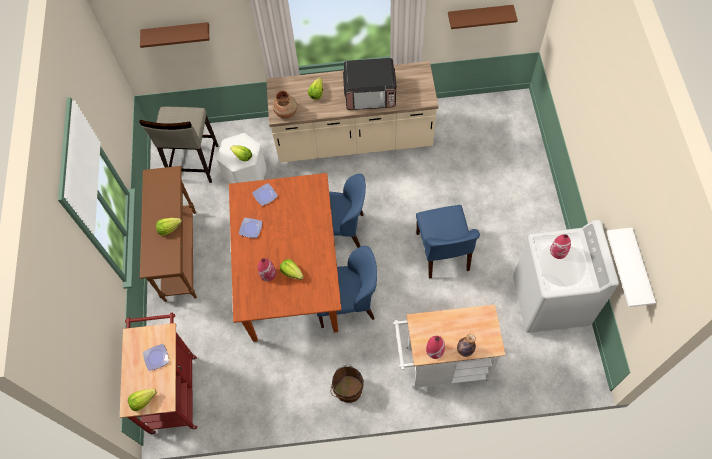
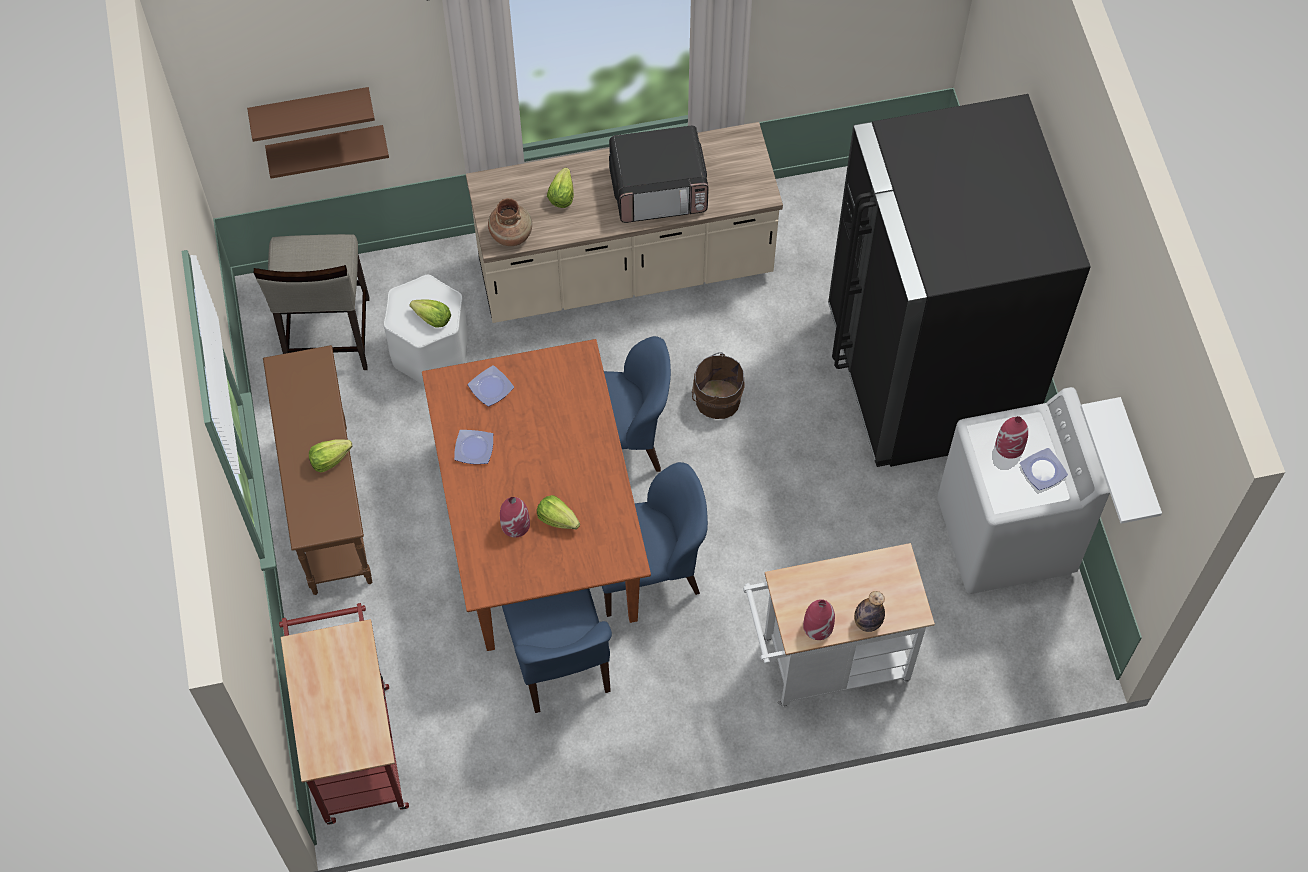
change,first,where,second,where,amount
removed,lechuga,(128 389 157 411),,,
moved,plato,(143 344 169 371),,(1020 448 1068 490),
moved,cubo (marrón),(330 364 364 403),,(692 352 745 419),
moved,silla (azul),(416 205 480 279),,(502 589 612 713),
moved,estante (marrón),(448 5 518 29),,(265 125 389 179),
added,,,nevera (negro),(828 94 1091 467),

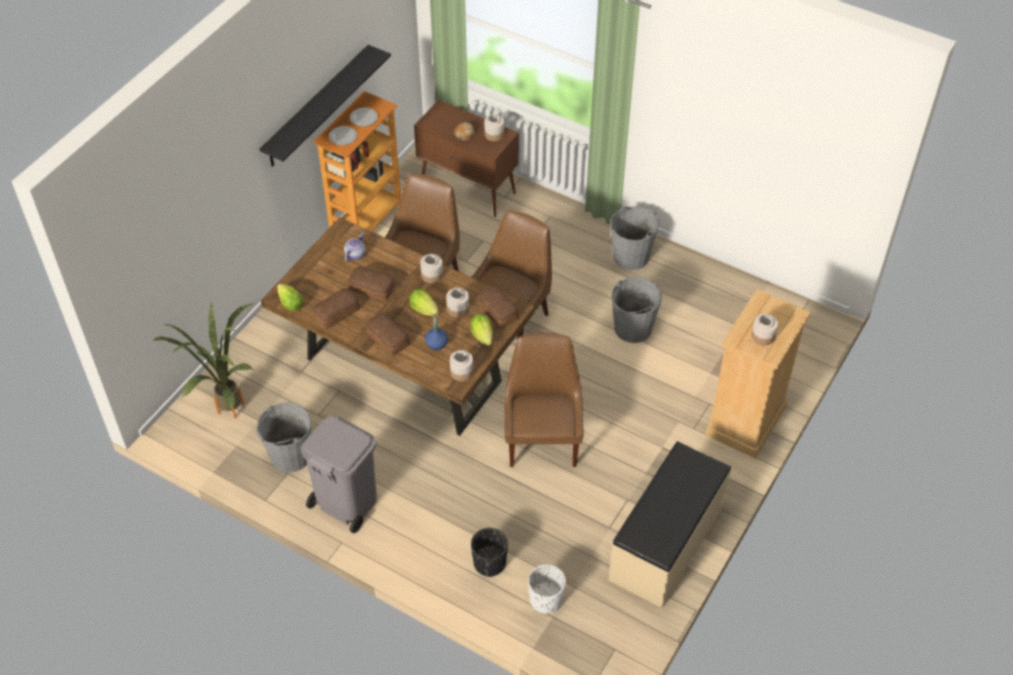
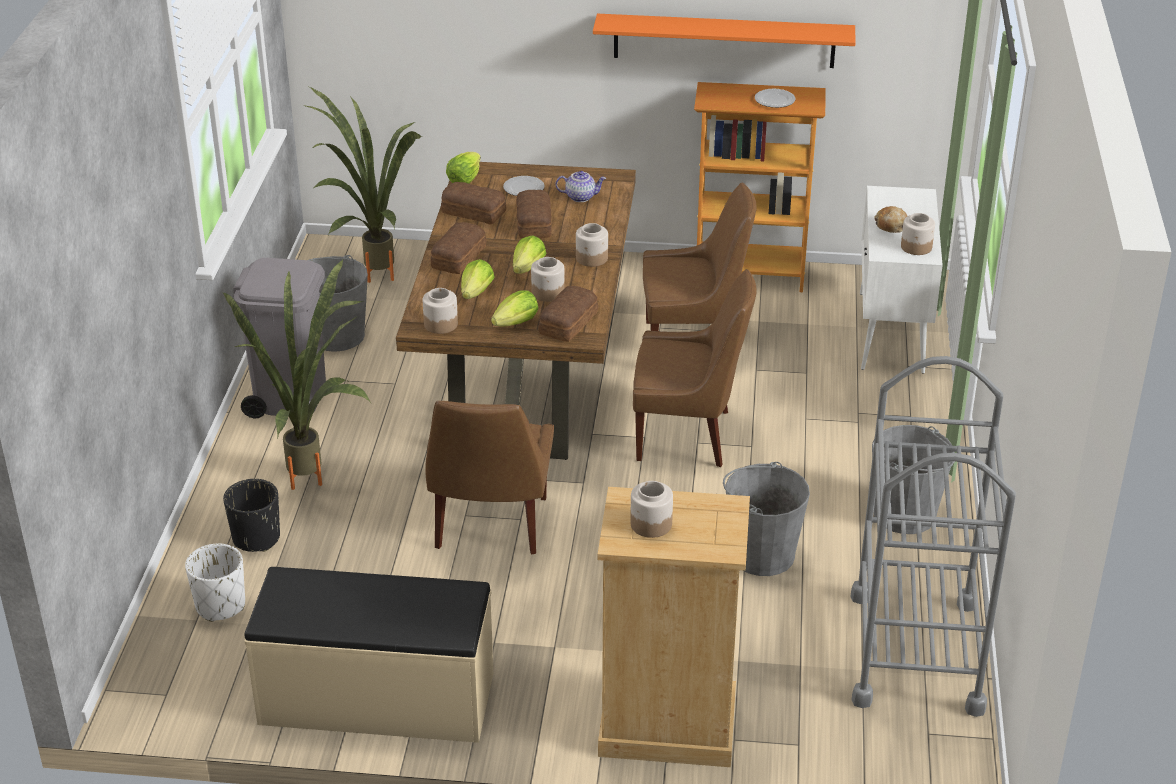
change,first,where,second,where,amount
recoloured,estante (negro),(259 45 391 167),estante (naranja),(593 14 856 68),
moved,plato,(329 126 357 145),,(503 176 545 196),
recoloured,armario (marrón),(414 100 519 217),armario (blanco),(860 186 943 374),
replaced,botella (azul),(425 314 448 350),lechuga,(461 259 495 299),
turned,silla (marrón),(504 333 584 467),,(425 401 554 554),120 degrees clockwise
added,,,planta en maceta,(223 259 371 490),
added,,,carrito (gris),(851 356 1016 717),

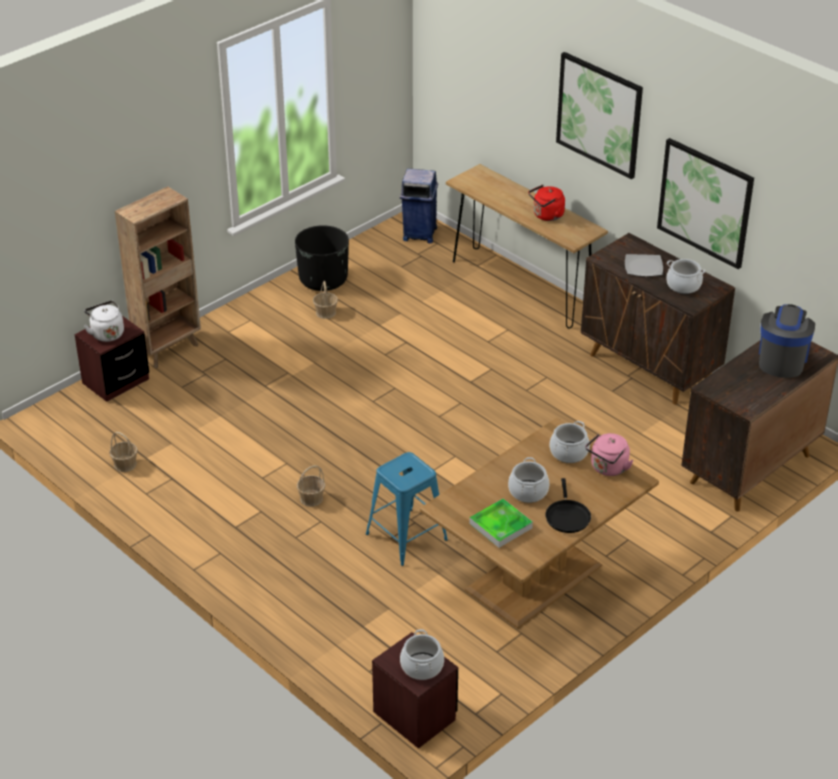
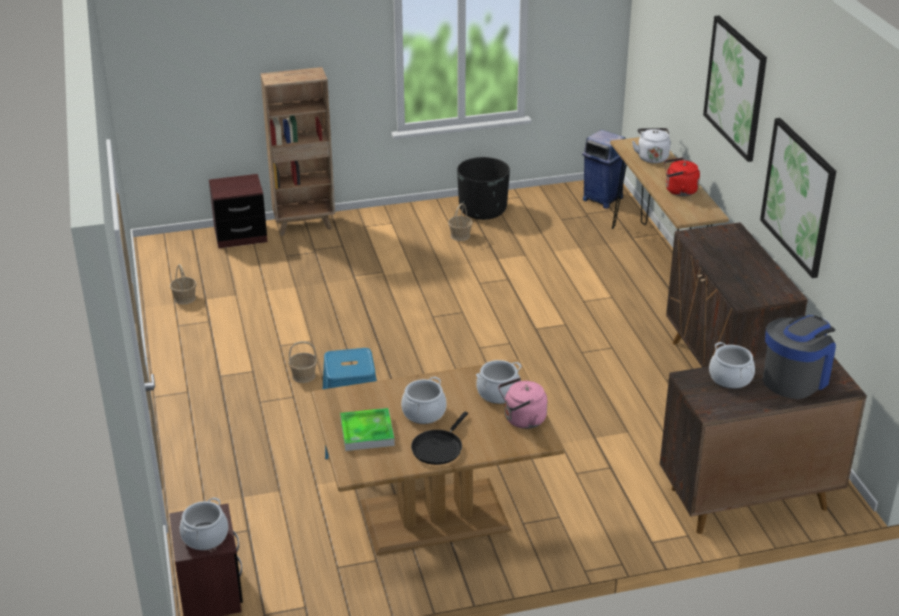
change,first,where,second,where,amount
moved,hervidor (blanco),(84 301 124 342),,(632 128 671 163),
removed,plato,(625 254 663 277),,,
moved,olla,(666 259 705 294),,(709 342 755 389),

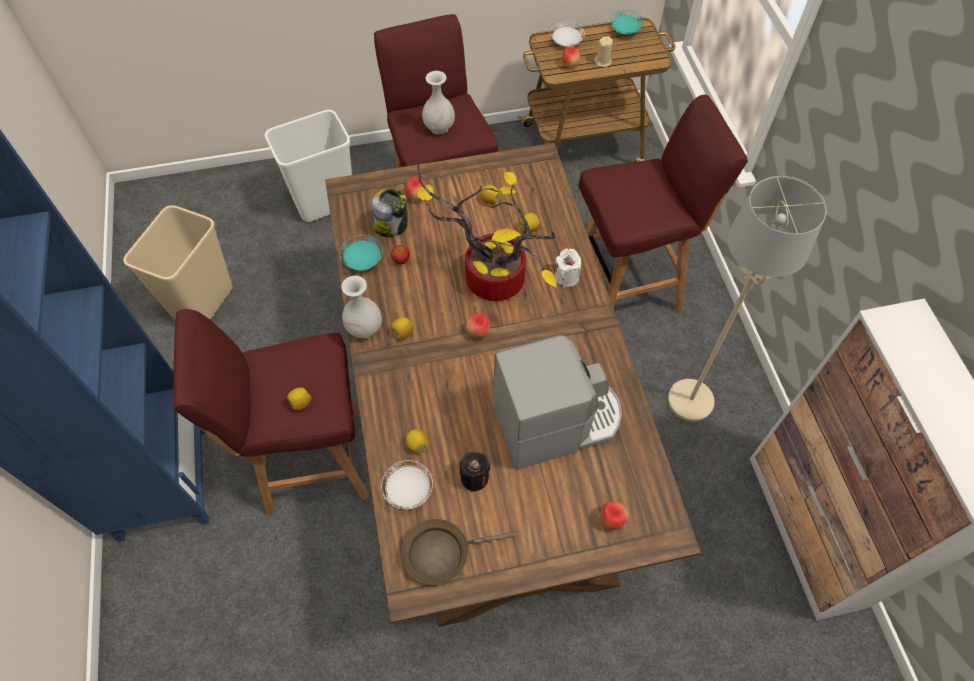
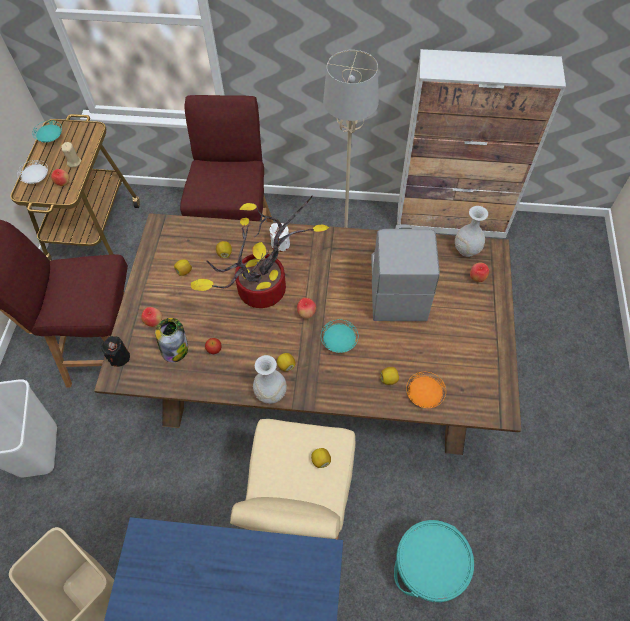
change,first,where,second,where,amount
recoloured,taburete (rojo),(173 309 369 516),taburete (beis),(230 419 355 539),
moved,plato (turquesa),(340 235 383 271),,(321 319 358 353),
recoloured,plato (blanco),(381 460 433 509),plato (naranja),(406 372 446 408),
removed,sartén (marrón),(402 519 517 585),,,
moved,florero (blanco),(422 71 455 135),,(455 206 488 257),
moved,vela (negro),(460 452 491 492),,(101 336 130 367),
added,,,cubo (turquesa),(394 520 474 602),

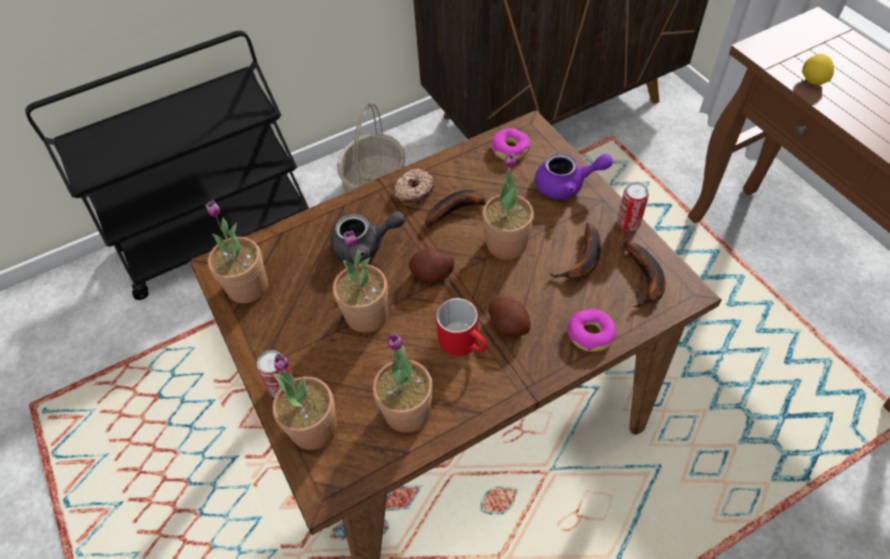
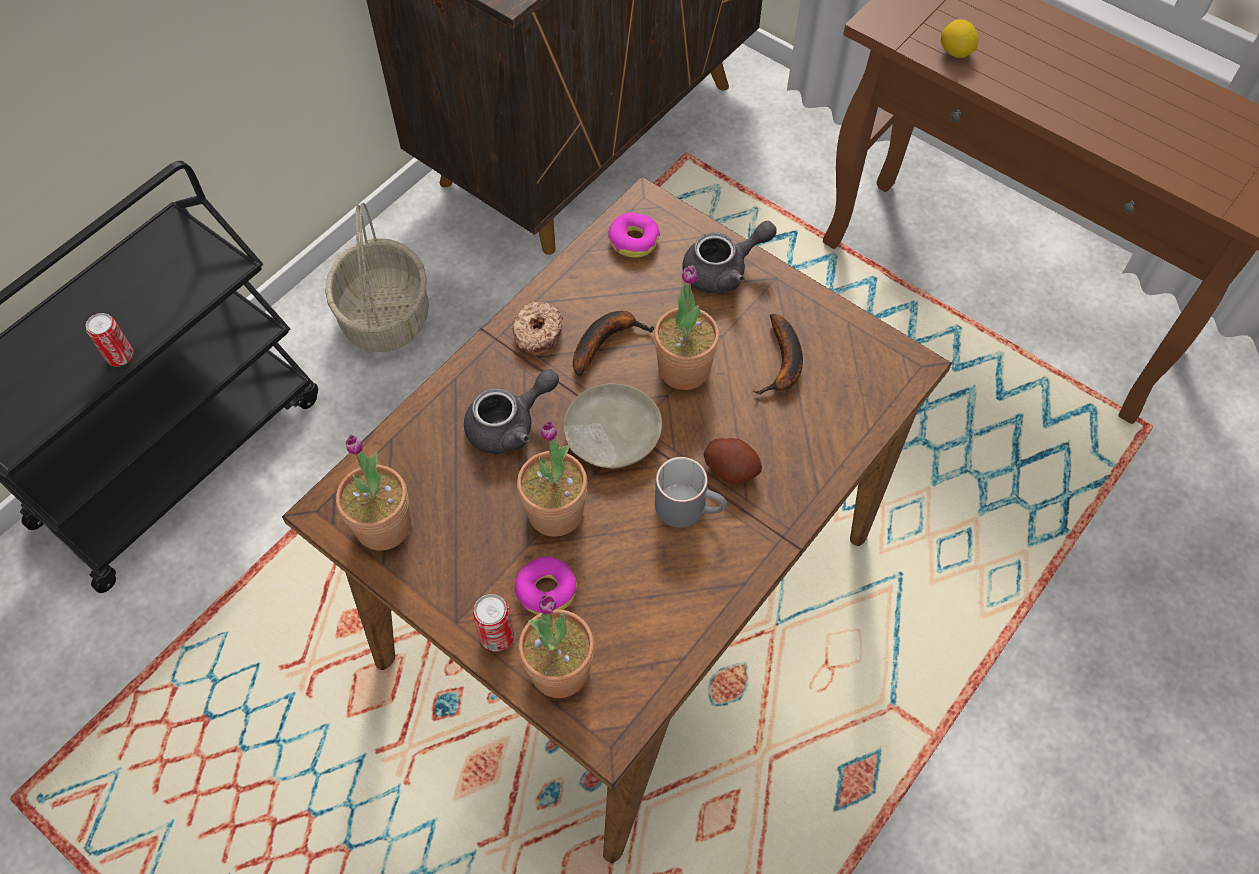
change,first,where,second,where,amount
removed,planta en maceta,(373 333 433 433),,,
replaced,patata,(409 248 454 282),plato (beis),(563 383 662 469),
recoloured,taza grande (rojo),(436 298 487 356),taza grande (gris),(655 457 727 528),
recoloured,tetera (morado),(535 153 613 200),tetera (gris),(682 221 777 293),
moved,rosquilla,(567 309 616 352),,(515 557 577 614),
moved,lata,(617 182 649 231),,(86 313 134 366),
removed,plátano,(624 242 666 308),,,

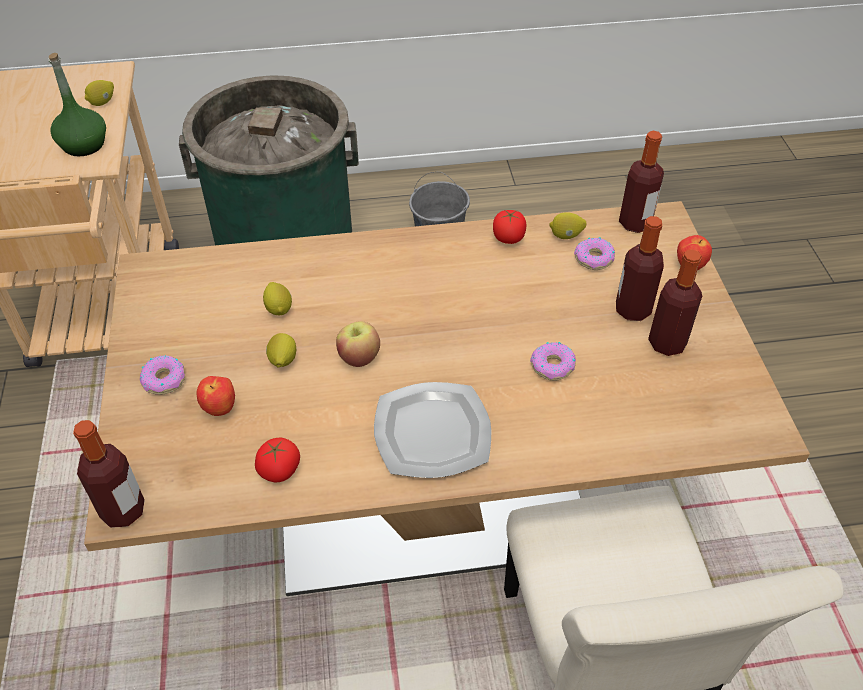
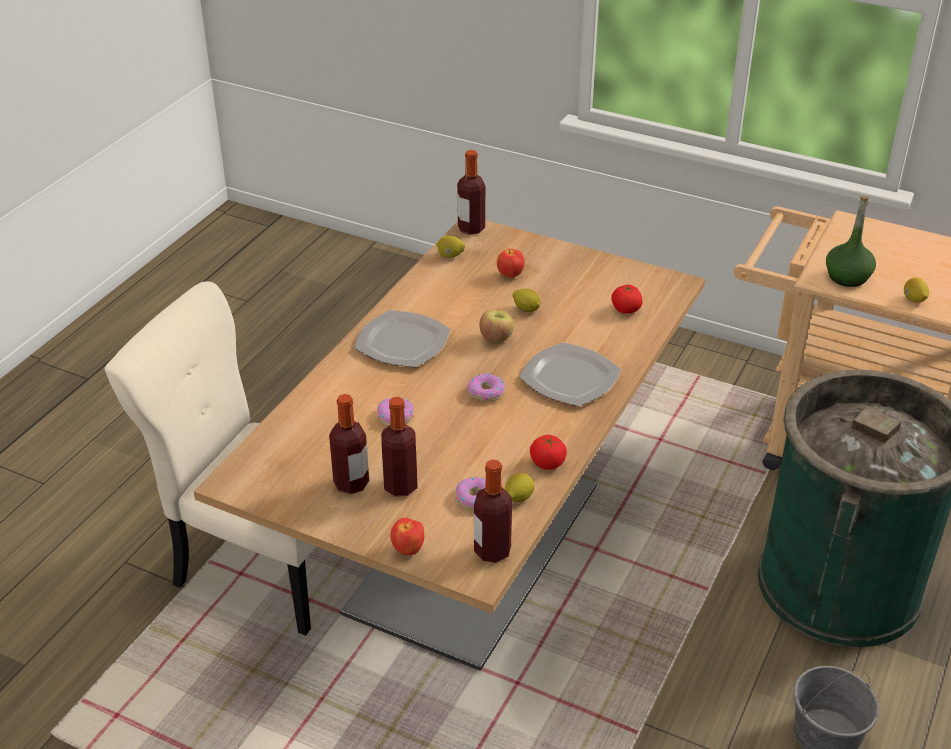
change,first,where,second,where,amount
moved,rosquilla,(140 355 185 395),,(467 373 505 402),
moved,tomate,(255 438 300 482),,(612 285 642 314),
moved,limón,(263 282 292 315),,(436 236 465 258),
added,,,plato,(519 342 621 406),

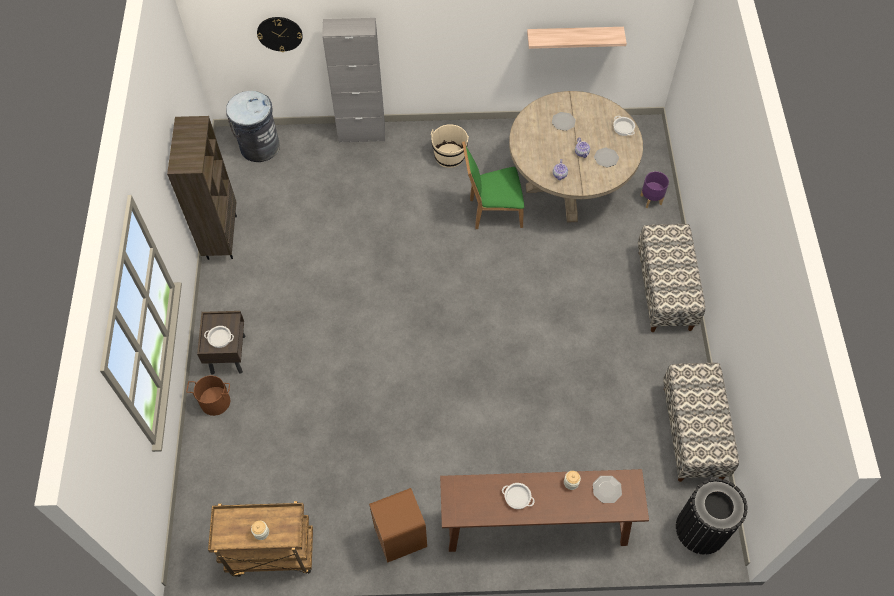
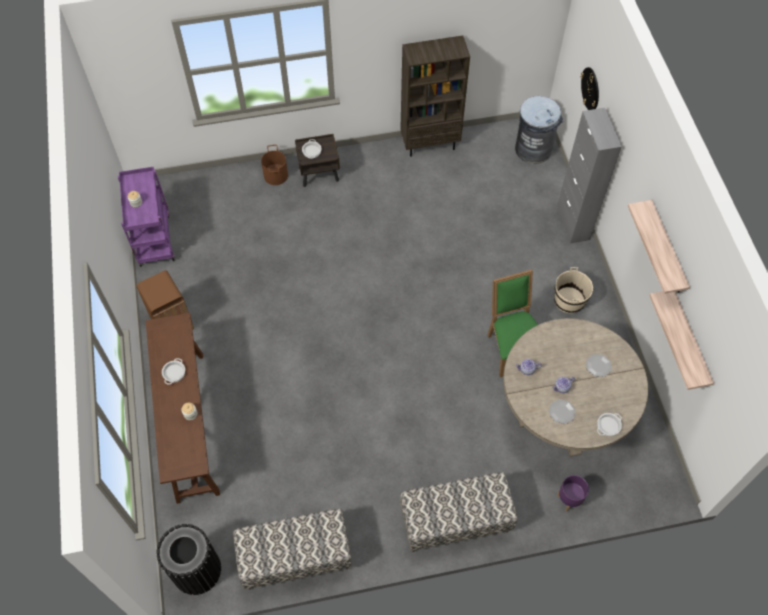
change,first,where,second,where,amount
recoloured,carrito (marrón),(208 501 313 577),carrito (morado),(118 167 175 267),
removed,plato,(593 476 622 503),,,
added,,,estante,(628 200 690 294),

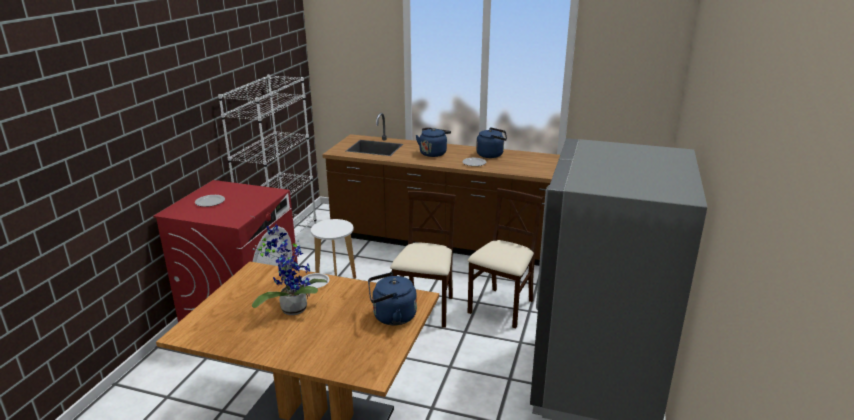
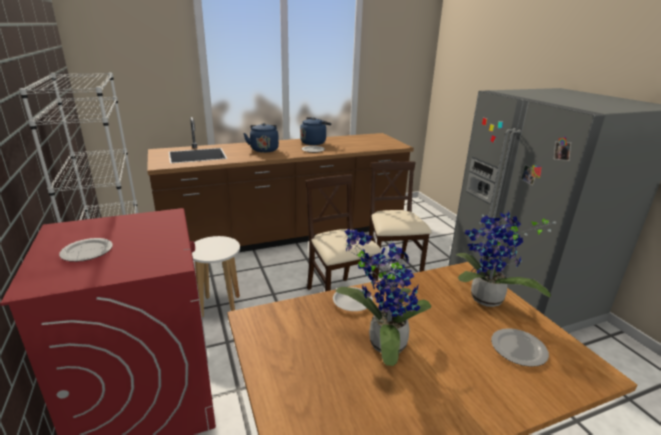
change,first,where,second,where,amount
replaced,hervidor (azul),(368 272 417 325),planta en maceta,(456 211 556 307),
added,,,plato,(491 328 549 367),

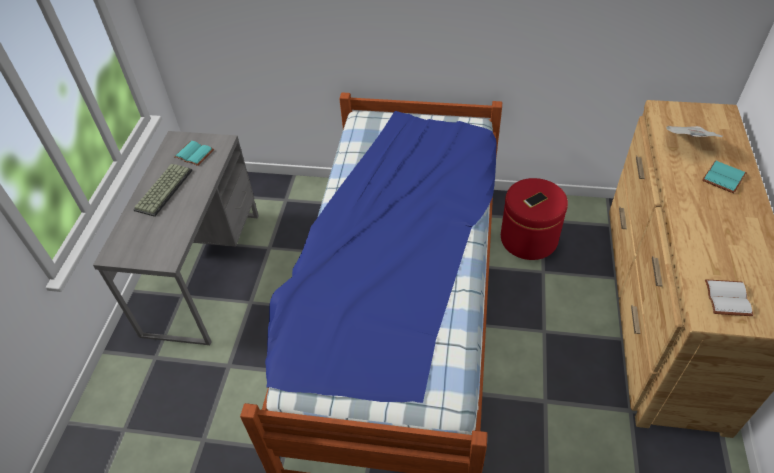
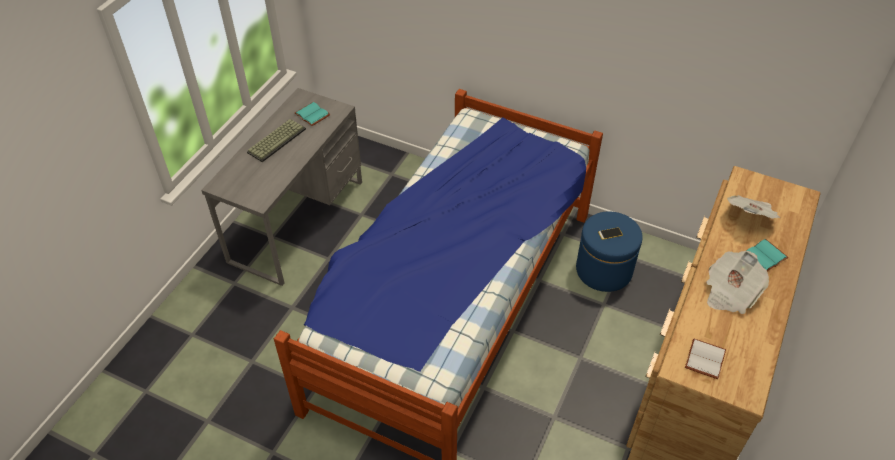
change,first,where,second,where,amount
recoloured,puf (rojo),(501 178 568 260),puf (azul),(576 212 643 292),
added,,,periódico,(706 251 769 314),

